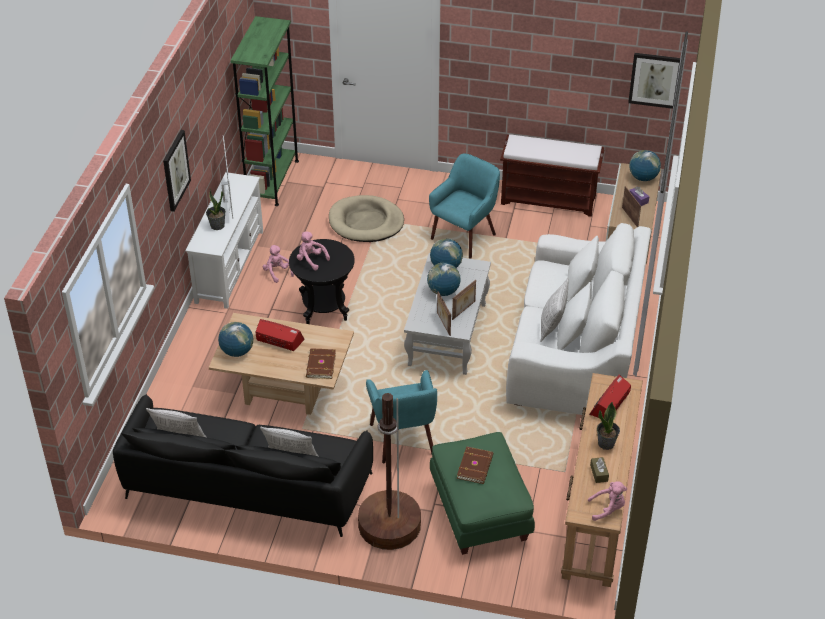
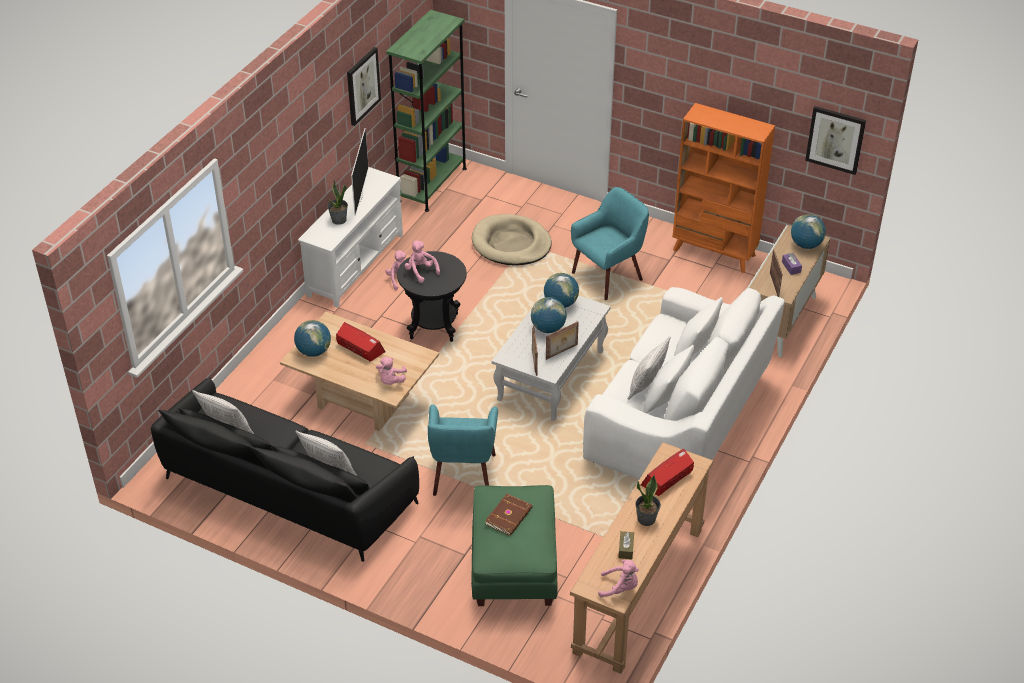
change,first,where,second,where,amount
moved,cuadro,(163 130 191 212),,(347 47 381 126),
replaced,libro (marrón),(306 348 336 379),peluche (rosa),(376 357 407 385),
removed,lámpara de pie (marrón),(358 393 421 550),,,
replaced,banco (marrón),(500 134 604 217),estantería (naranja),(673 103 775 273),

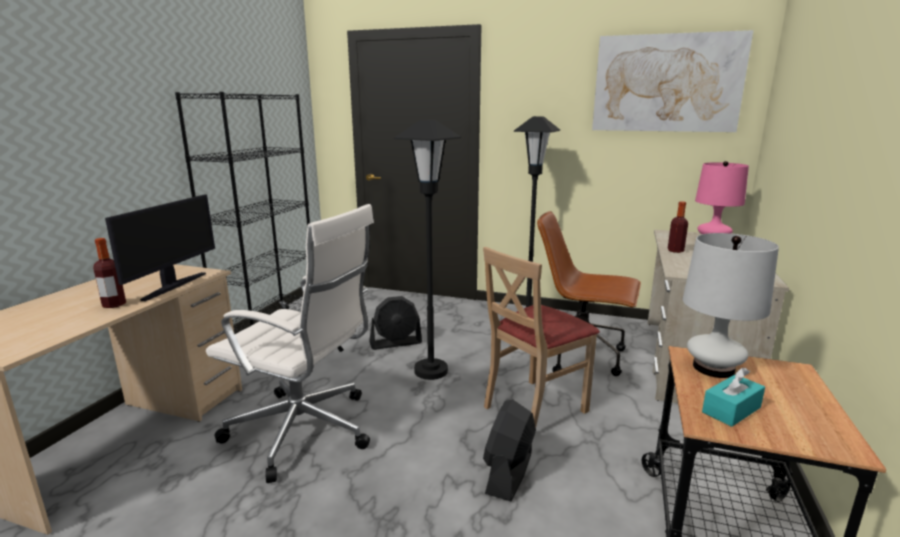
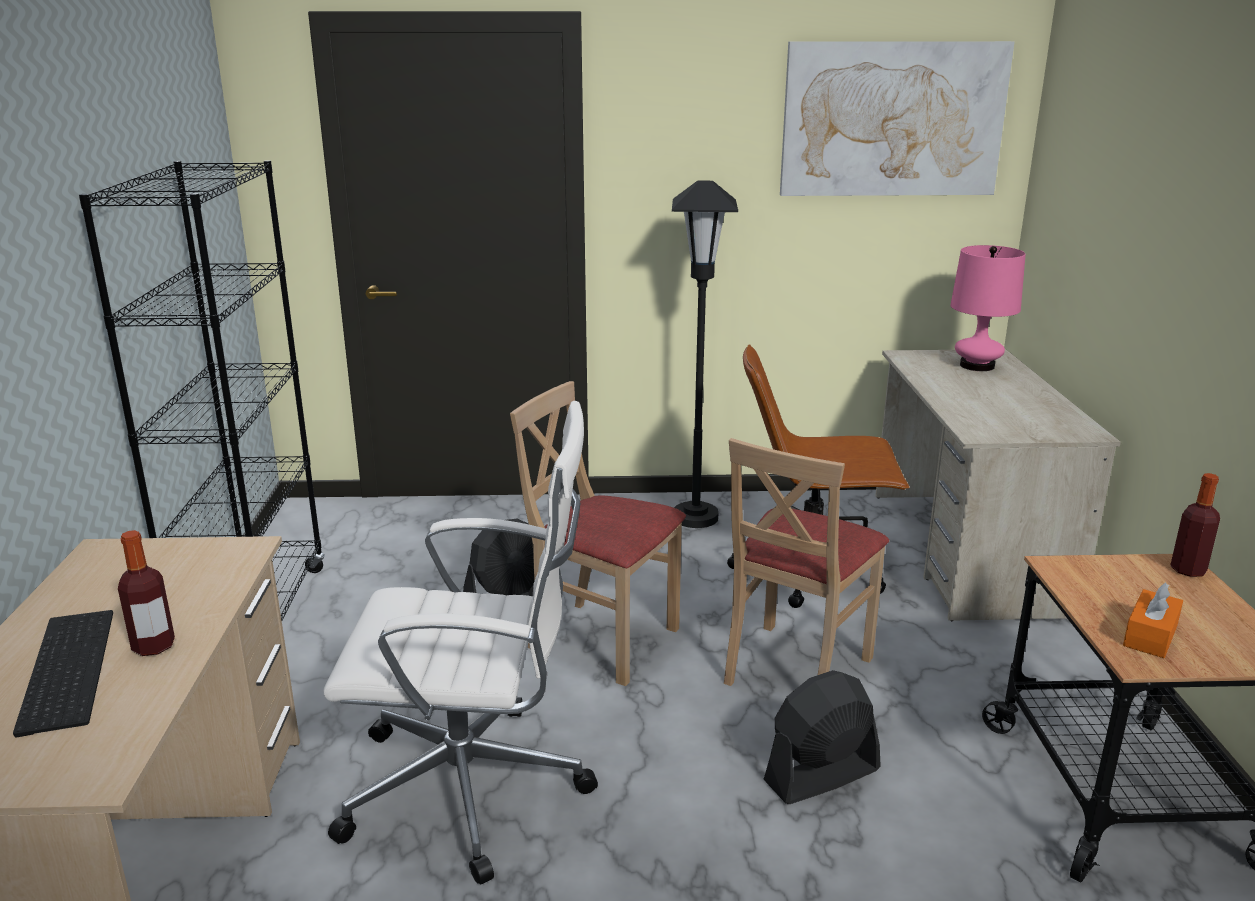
change,first,where,second,where,amount
removed,monitor,(105 195 215 301),,,
replaced,lámpara de pie (negro),(394 120 461 380),silla (beis),(510 381 686 686),
turned,ventilador (negro),(483 399 536 502),,(763 670 881 804),60 degrees clockwise
moved,botella,(668 201 688 253),,(1170 473 1220 577),
removed,lámpara de mesa (blanco),(683 233 779 378),,,
recoloured,caja de pañuelos (turquesa),(702 368 765 427),caja de pañuelos (naranja),(1123 582 1183 658),
added,,,teclado,(13 610 113 737),

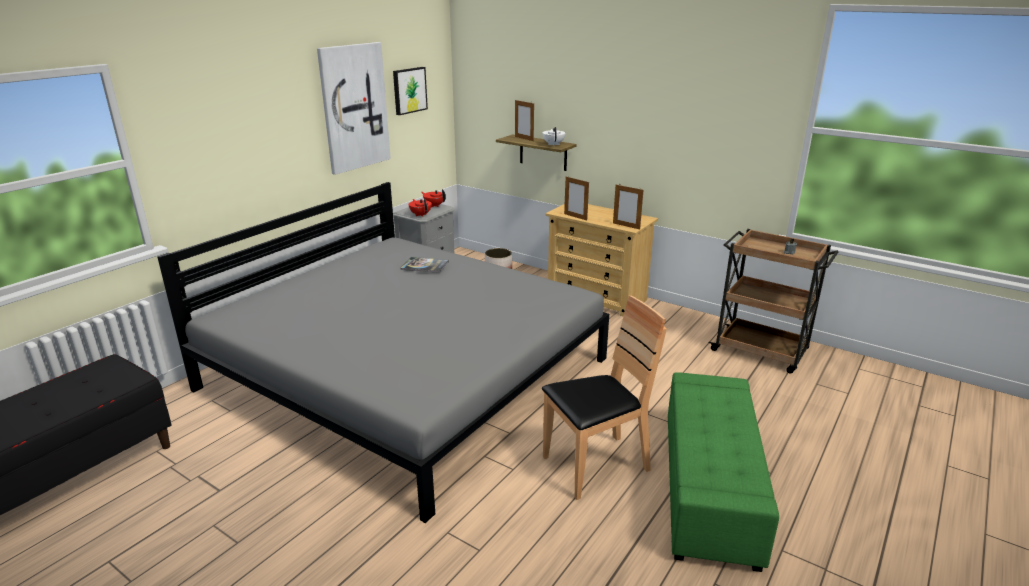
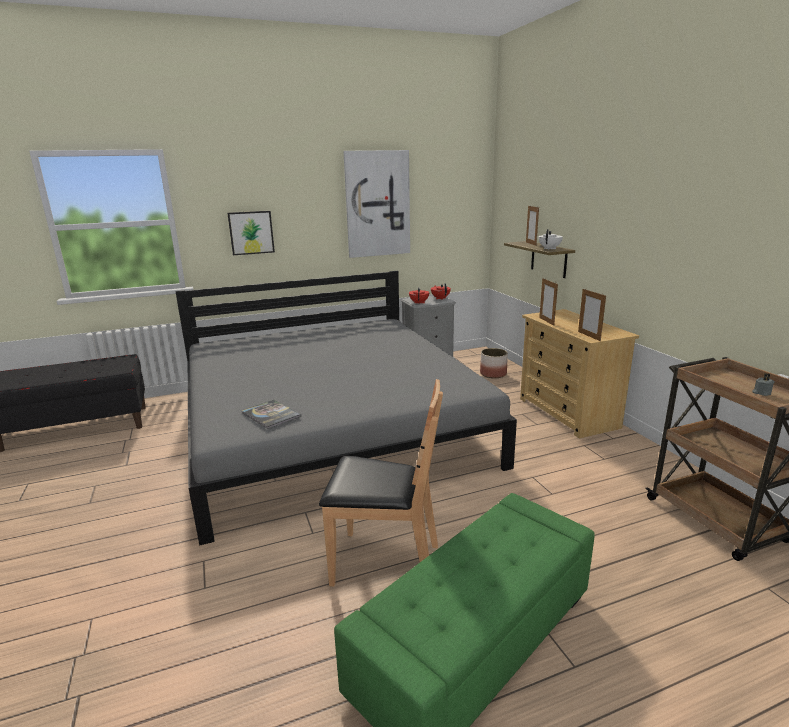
change,first,where,second,where,amount
moved,cuadro,(393 67 428 115),,(227 211 275 255),
moved,libro,(400 257 449 273),,(241 400 301 429),

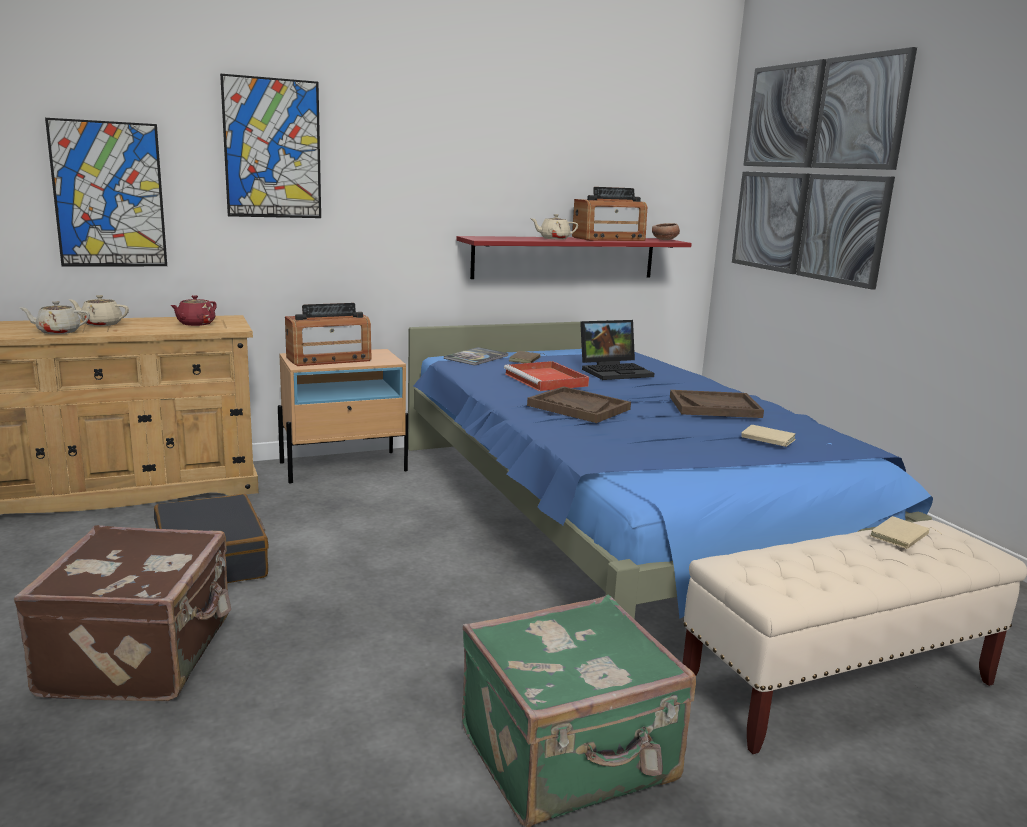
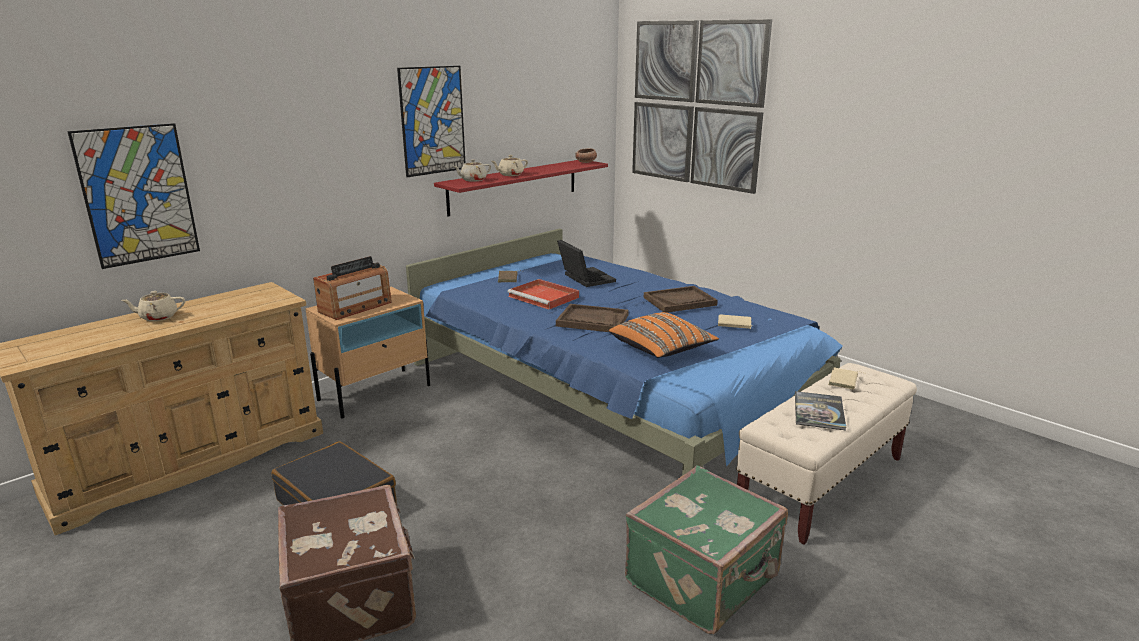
change,first,where,second,where,amount
moved,tetera (beis),(19 301 90 334),,(453 159 491 182),
removed,tetera (rojo),(170 295 217 326),,,
moved,cuadro,(220 74 321 218),,(397 66 465 177),
moved,libro,(444 347 508 365),,(795 391 846 431),
removed,radio,(572 187 647 241),,,
turned,portátil,(580 320 654 380),,(557 240 616 287),75 degrees counterclockwise
added,,,cojín (naranja),(609 312 719 358),

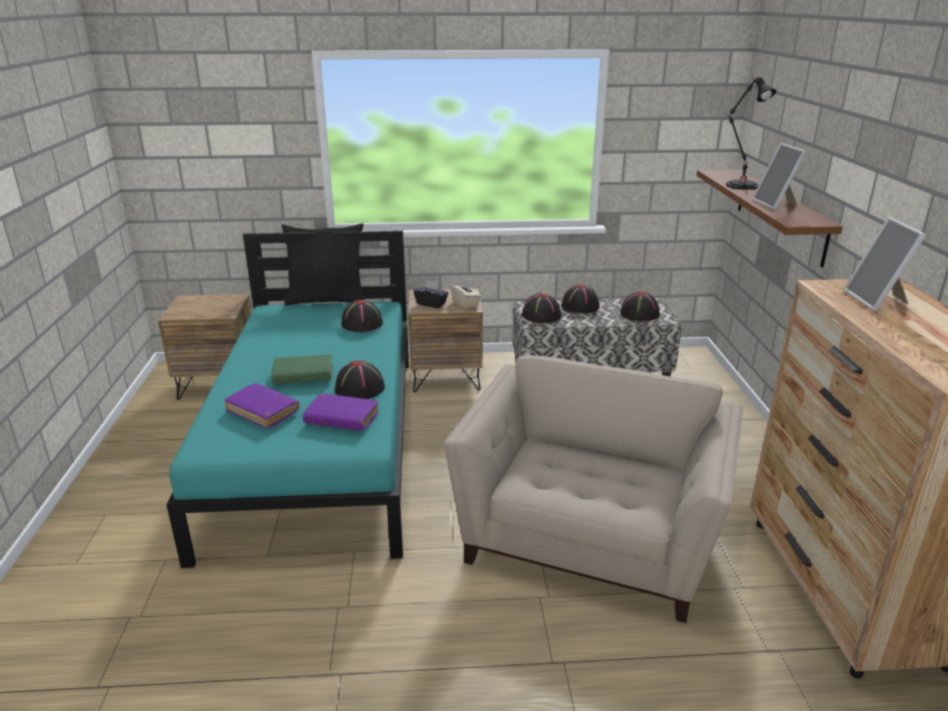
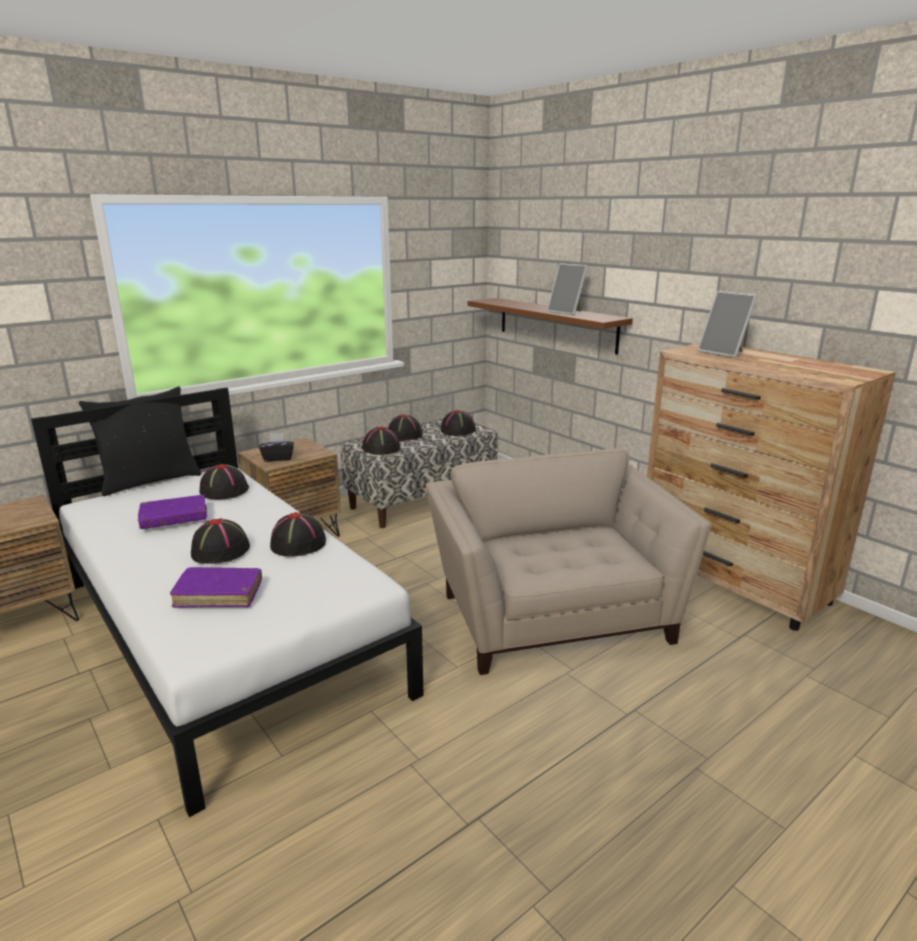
change,first,where,second,where,amount
recoloured,cama (turquesa),(166 230 409 568),cama (blanco),(31 387 424 817),
replaced,libro (verde),(271 355 333 384),sombrero (negro),(191 518 250 564),
moved,libro (morado),(303 393 379 431),,(138 495 207 529),
removed,caja de pañuelos (beis),(450 280 481 309),,,
removed,lámpara de mesa (negro),(726 76 776 190),,,

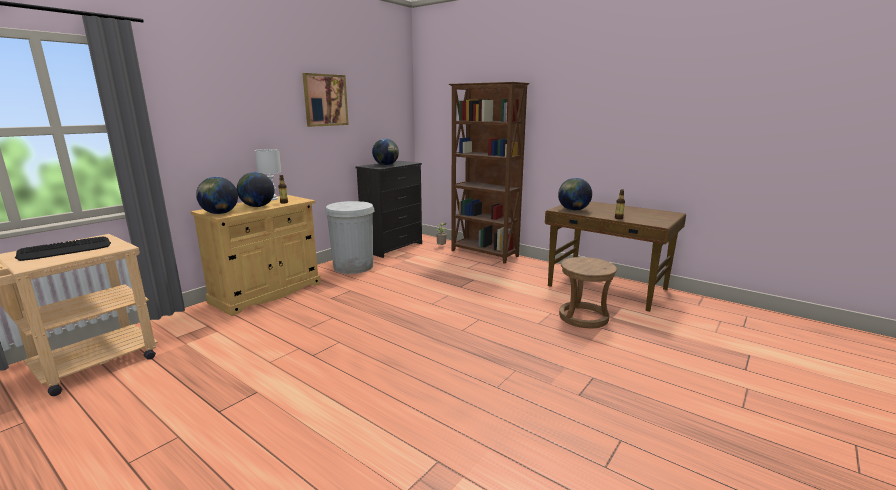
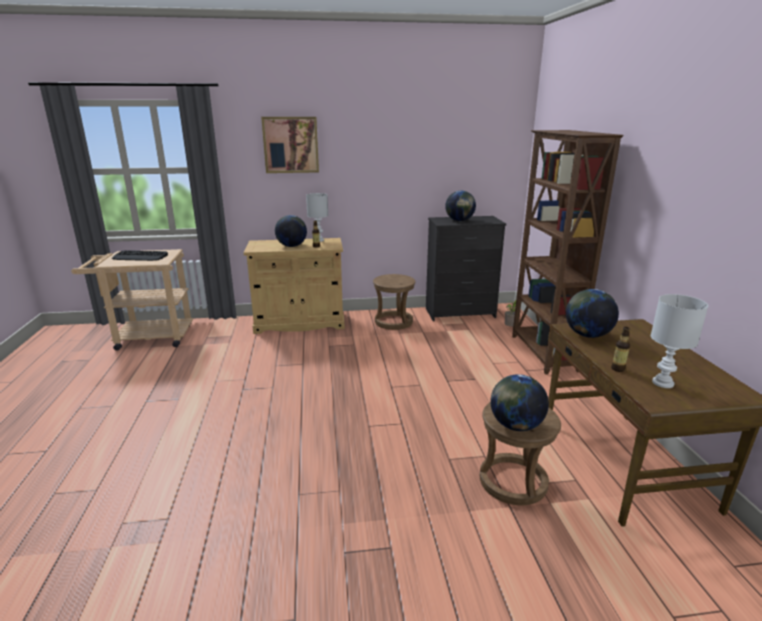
change,first,where,second,where,amount
moved,globo terráqueo,(196 177 238 214),,(490 374 549 431),
moved,cuadro,(302 73 349 127),,(261 117 319 173),
replaced,papelera (blanco),(324 201 375 274),taburete (marrón),(373 274 416 330),
added,,,lámpara de mesa (blanco),(651 294 708 388),

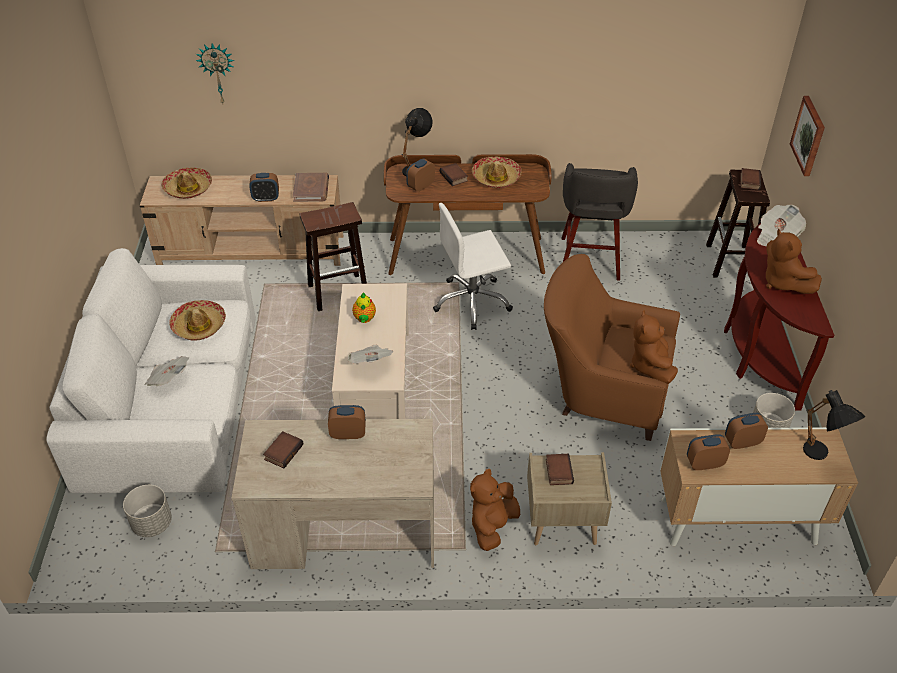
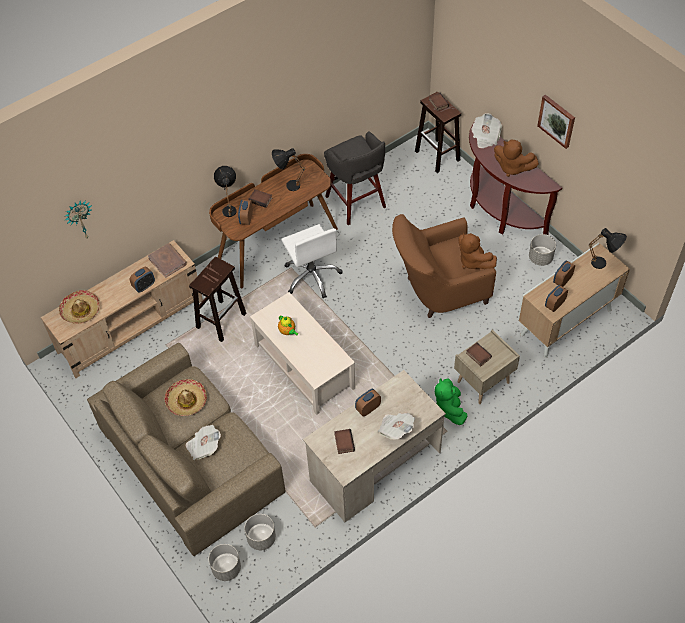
change,first,where,second,where,amount
recoloured,sofá (blanco),(46 248 256 493),sofá (marrón),(87 343 285 556),
moved,periódico,(348 345 393 364),,(378 413 415 440),
turned,silla de oficina (blanco),(433 203 513 330),,(281 224 343 298),60 degrees counterclockwise
recoloured,peluche (marrón),(470 469 520 551),peluche (verde),(435 378 467 425),
replaced,sombrero,(472 157 522 189),lámpara de mesa (negro),(272 148 305 191),
moved,cuadro,(790 96 825 176),,(537 95 575 149),
added,,,maceta (gris),(209 544 241 581),

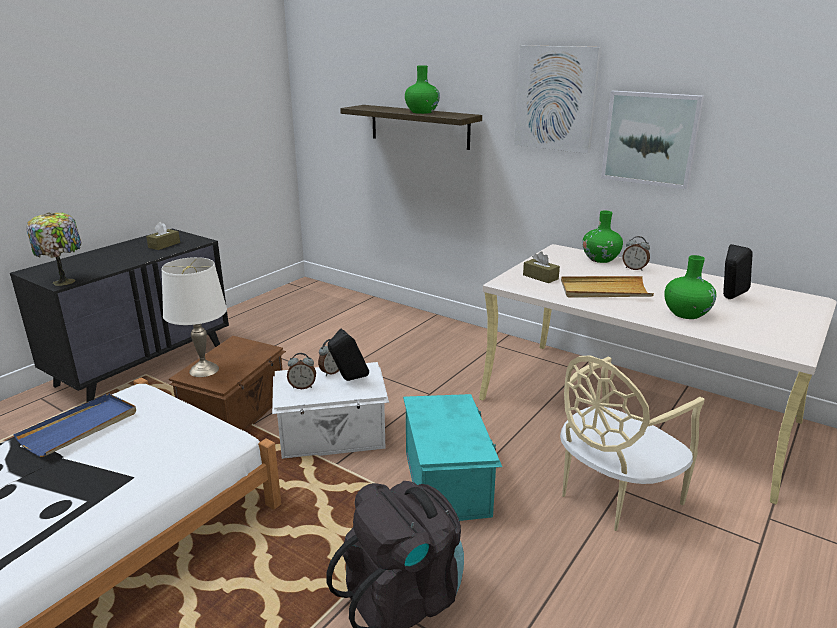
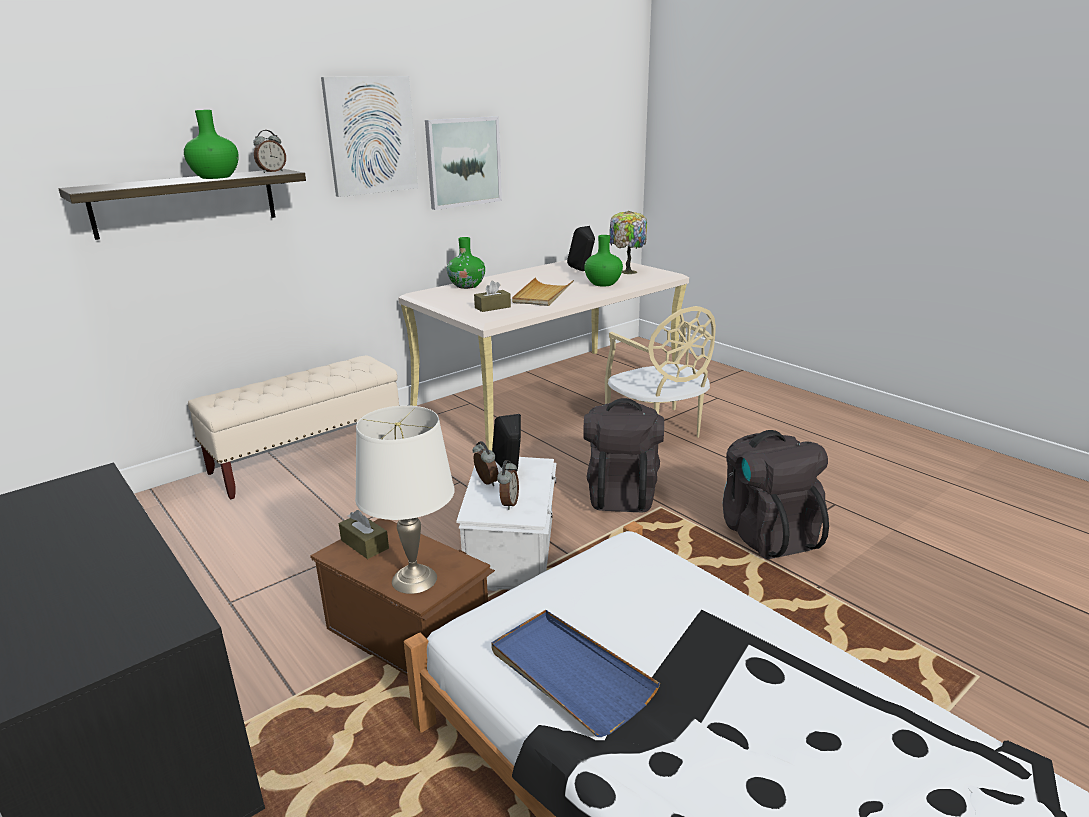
change,first,where,second,where,amount
moved,lámpara de mesa,(26 213 81 286),,(609 211 647 274),
moved,caja de pañuelos (marrón),(146 222 180 250),,(339 510 389 559),
replaced,caja de almacenaje (turquesa),(403 394 502 521),mochila (negro),(583 398 664 513),
moved,despertador,(623 236 650 271),,(253 130 286 173),
added,,,banco (beis),(188 355 400 500),

